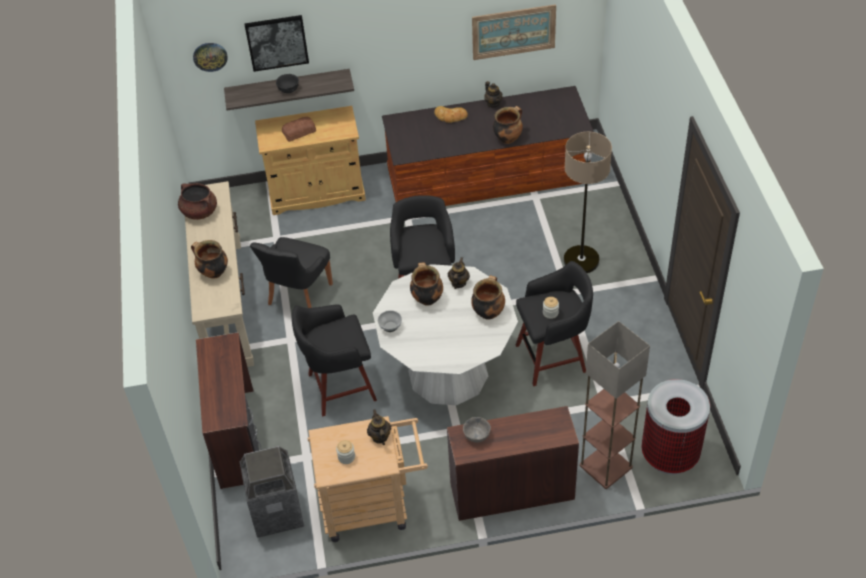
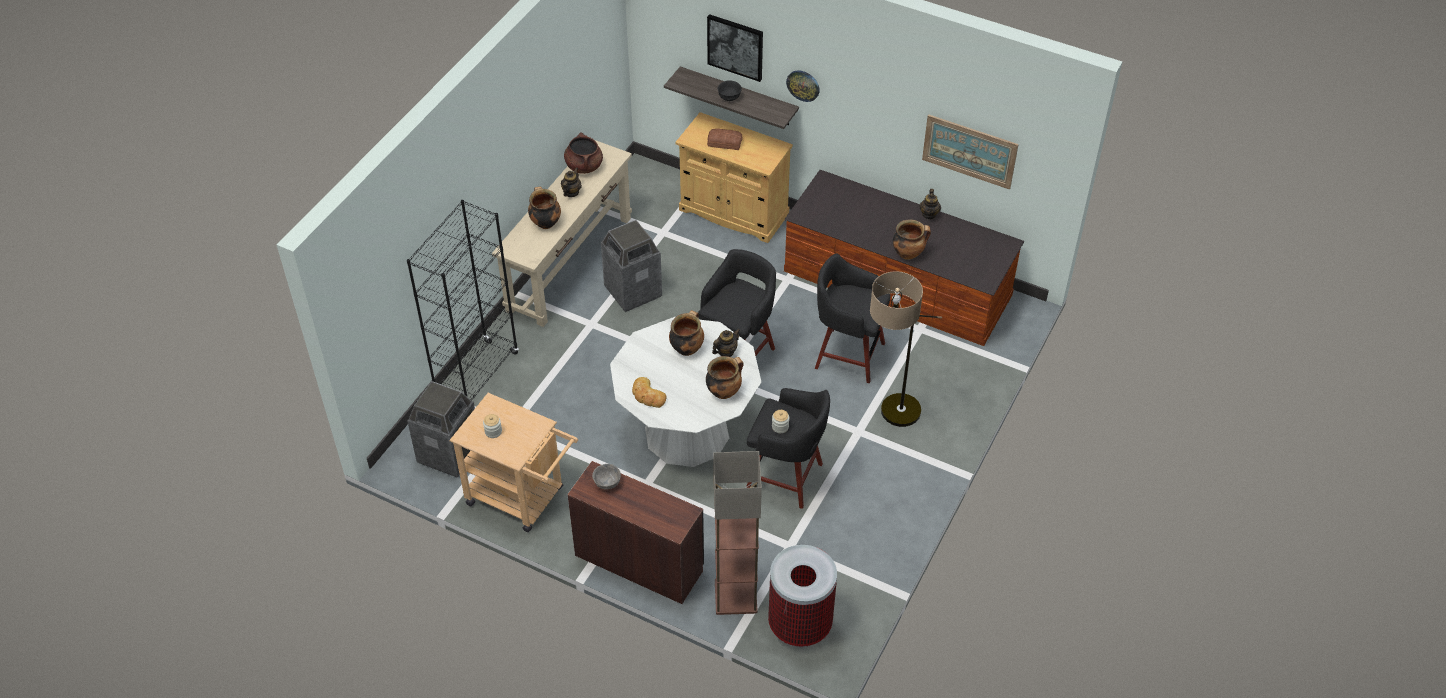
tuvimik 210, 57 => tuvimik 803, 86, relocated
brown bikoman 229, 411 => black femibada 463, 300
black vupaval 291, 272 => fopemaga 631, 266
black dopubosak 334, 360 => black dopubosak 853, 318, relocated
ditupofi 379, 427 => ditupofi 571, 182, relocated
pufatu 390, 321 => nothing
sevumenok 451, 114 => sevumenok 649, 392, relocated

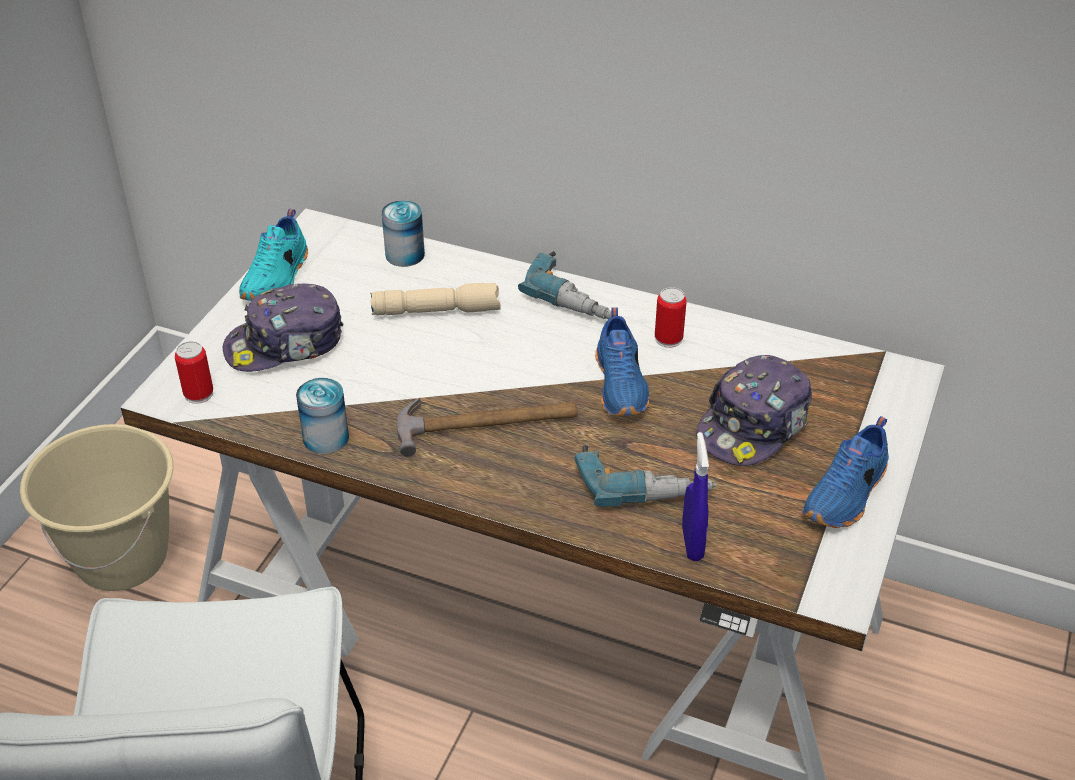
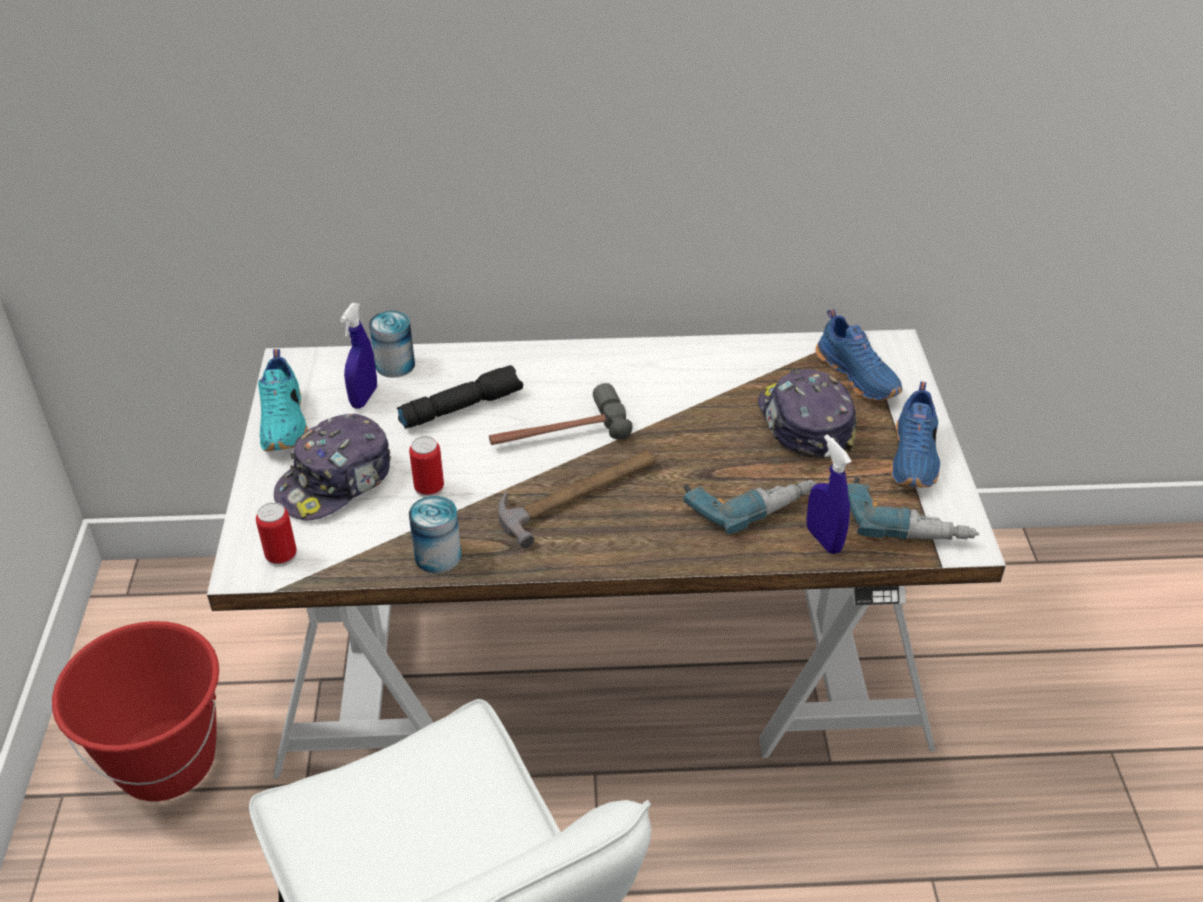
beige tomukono 97, 507 => red tomukono 135, 711
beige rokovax 435, 299 => black rokovax 460, 397
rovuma 565, 285 => rovuma 913, 508, relocated
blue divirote 622, 362 => blue divirote 859, 355, relocated
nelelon 671, 317 => nelelon 426, 466, relocated
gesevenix 754, 410 => gesevenix 807, 413, 150 degrees clockwise
nothing => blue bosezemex 358, 356
nothing => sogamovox 561, 414

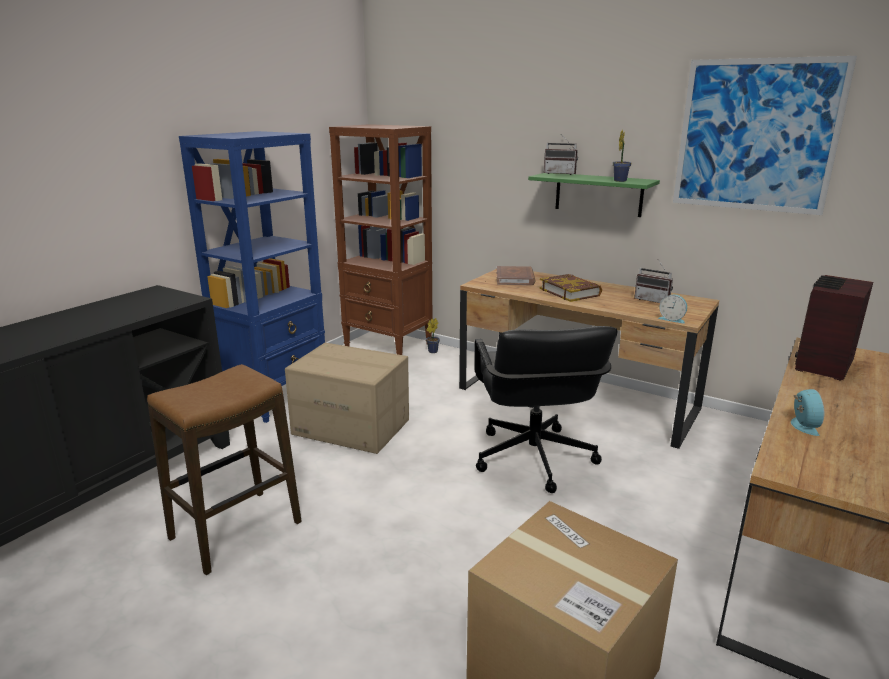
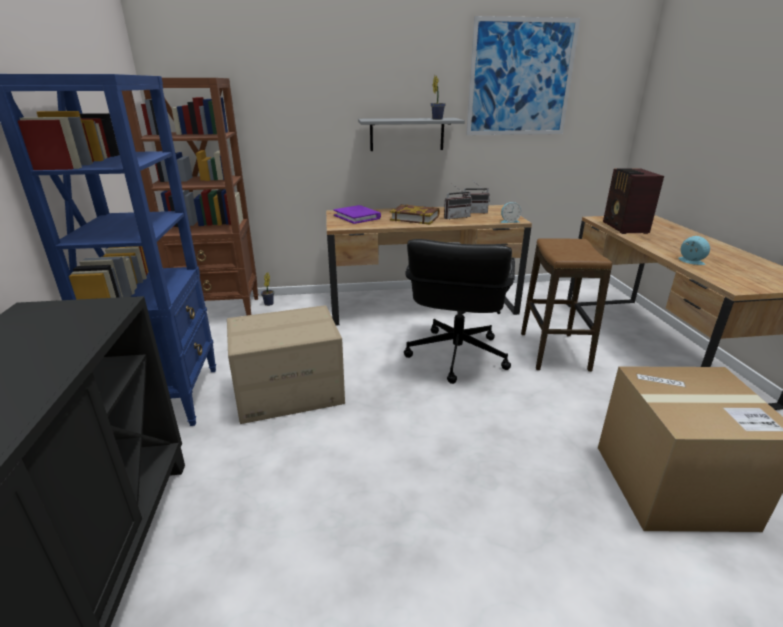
dopubosak 224, 469 => dopubosak 566, 305, relocated
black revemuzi 545, 409 => black revemuzi 459, 311, 60 degrees clockwise
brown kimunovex 516, 275 => purple kimunovex 357, 214
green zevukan 594, 195 => grey zevukan 411, 134
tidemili 561, 156 => tidemili 458, 202, relocated

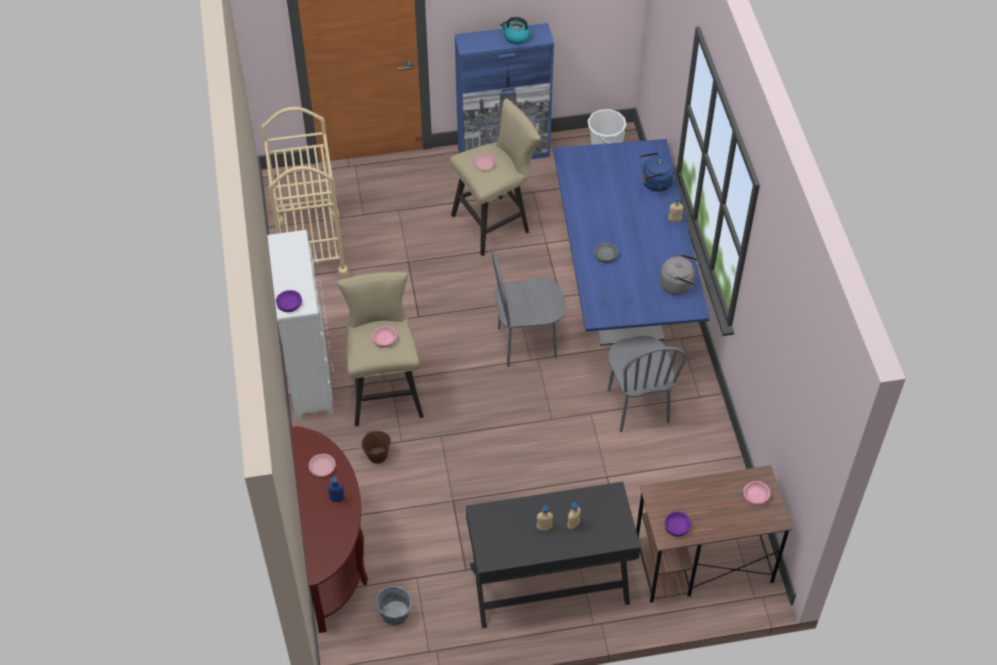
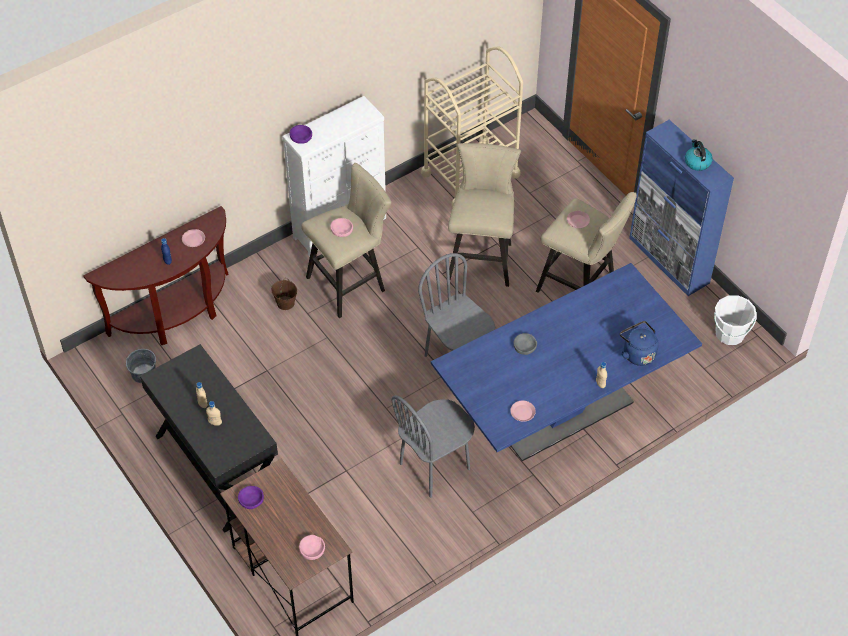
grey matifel 679, 274 => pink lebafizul 523, 411
nothing => beige dopubosak 484, 215

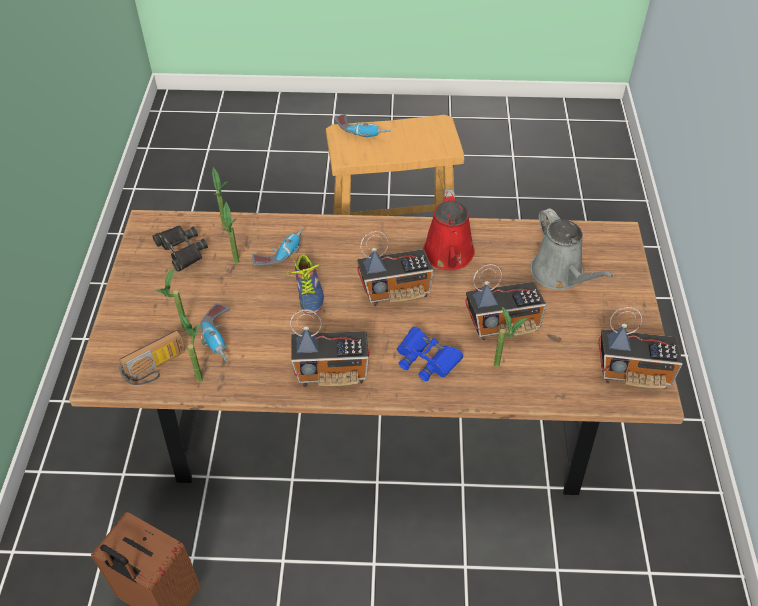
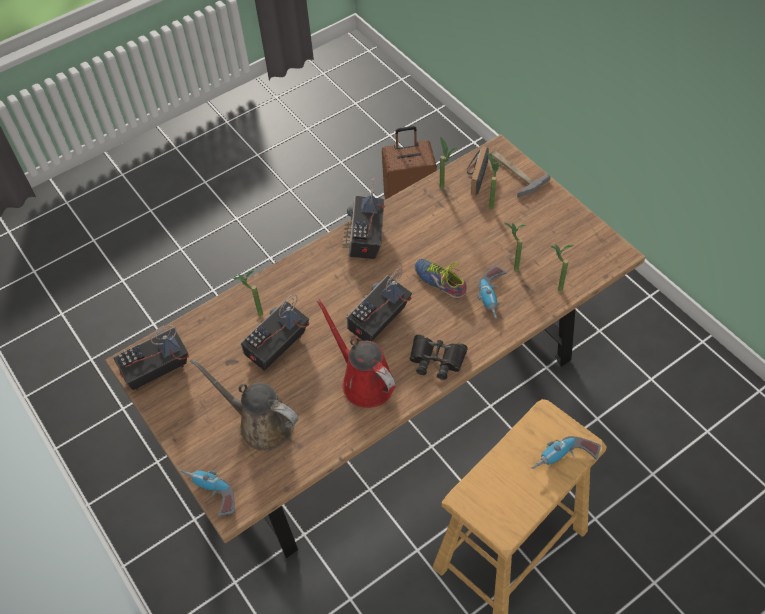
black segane 180, 249 => black segane 438, 357, relocated
rovuma 215, 332 => rovuma 207, 493, relocated
tidemili 330, 348 => tidemili 364, 218, 45 degrees counterclockwise
blue segane 430, 354 => nothing
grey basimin 571, 249 => brown basimin 244, 404
nothing => sogamovox 520, 174

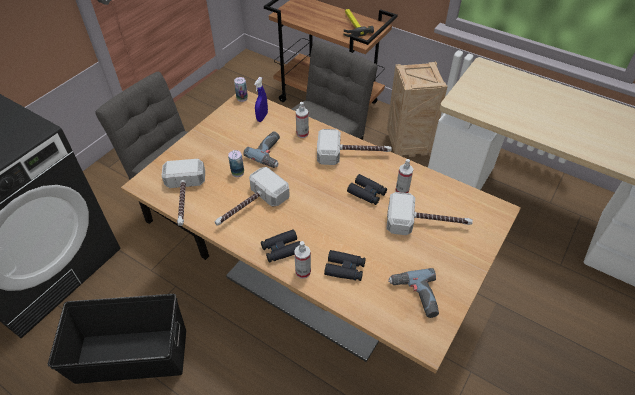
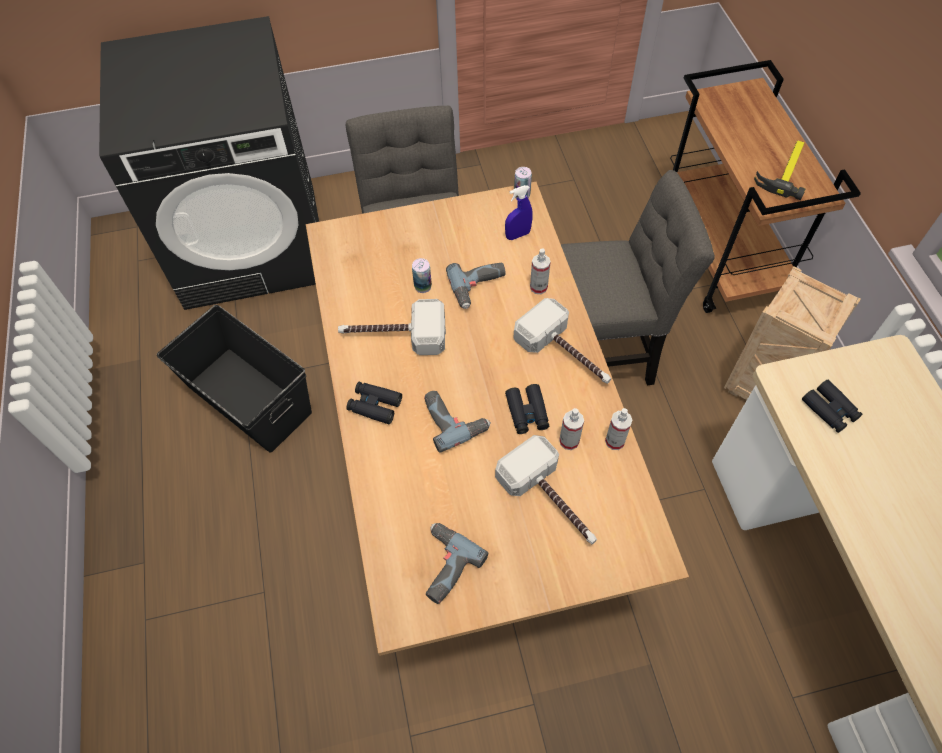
sogamovox 183, 192 => nothing
bosezemex 302, 260 => bosezemex 618, 429, relocated
black segane 345, 265 => black segane 832, 406, relocated
nothing => rovuma 457, 421

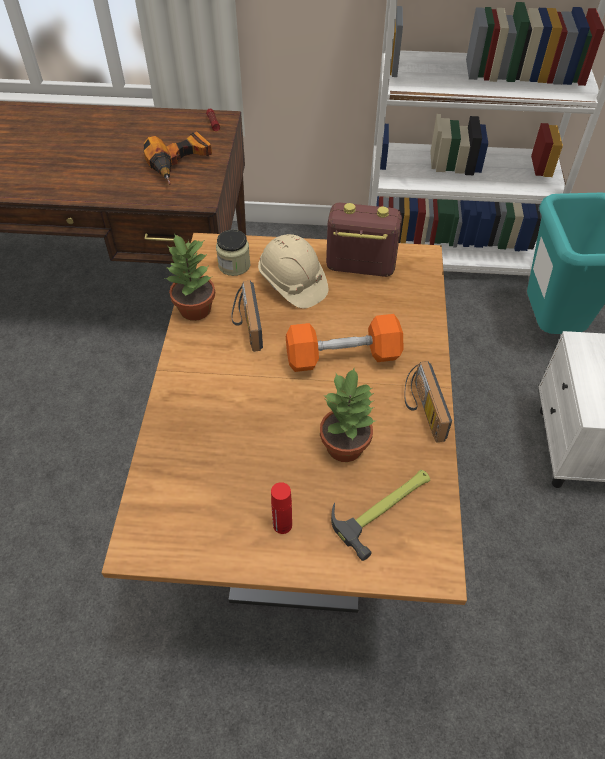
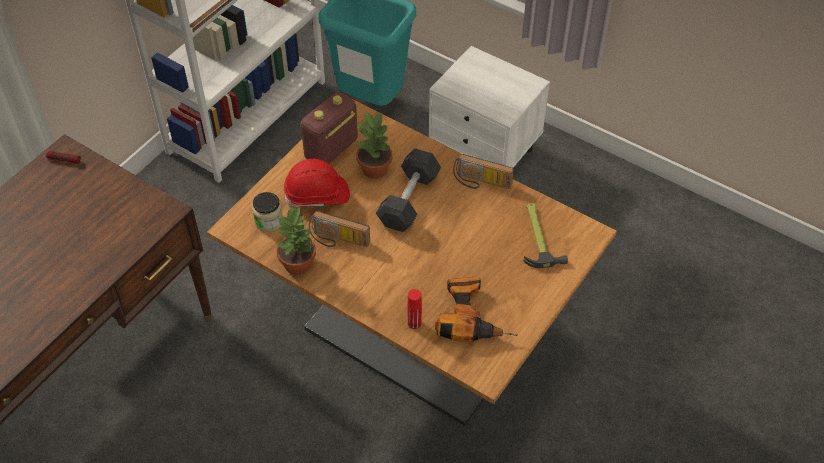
rovuma 177, 157 => rovuma 476, 309, relocated
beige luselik 293, 271 => red luselik 317, 183
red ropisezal 281, 508 => red ropisezal 415, 309, relocated
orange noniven 344, 343 => grey noniven 408, 190
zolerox 347, 415 => zolerox 374, 145, relocated

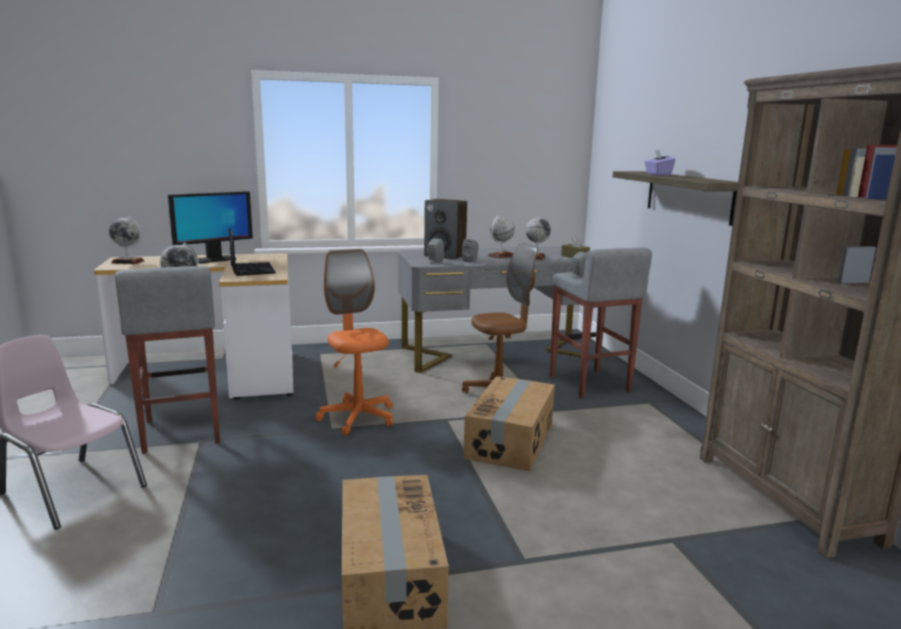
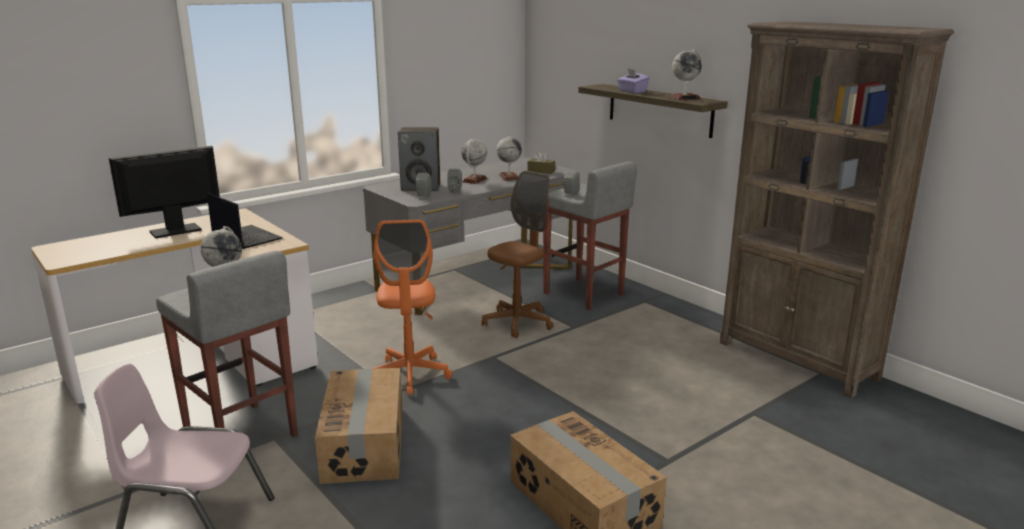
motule 127, 240 => motule 685, 75, relocated
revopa 210, 227 => revopa 164, 192, 150 degrees counterclockwise
orange revemuzi 354, 342 => orange revemuzi 412, 307, 135 degrees counterclockwise
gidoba 509, 423 => gidoba 359, 426, relocated

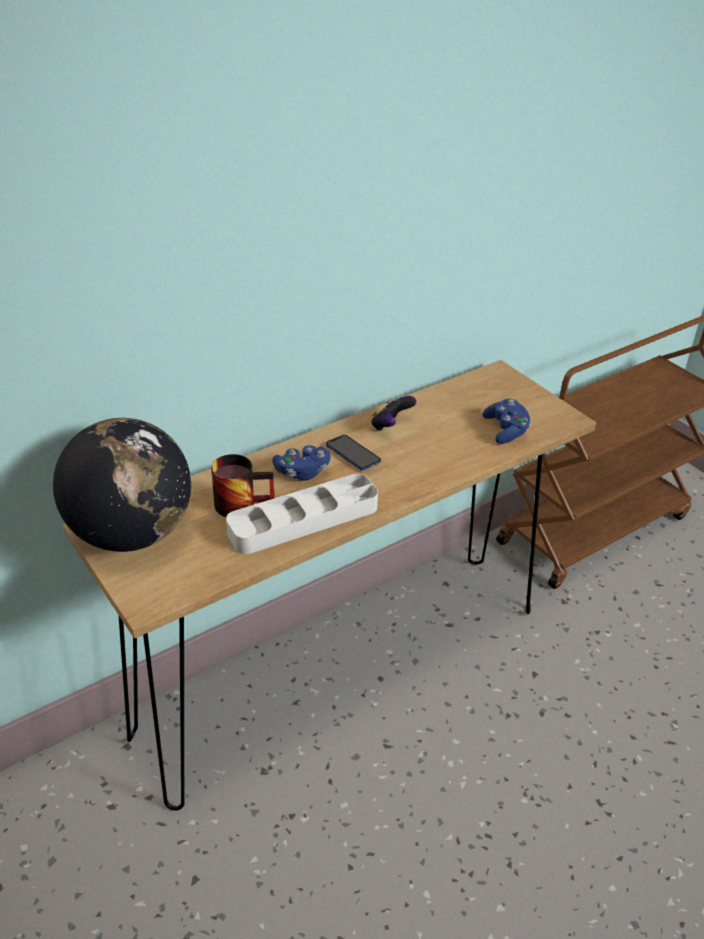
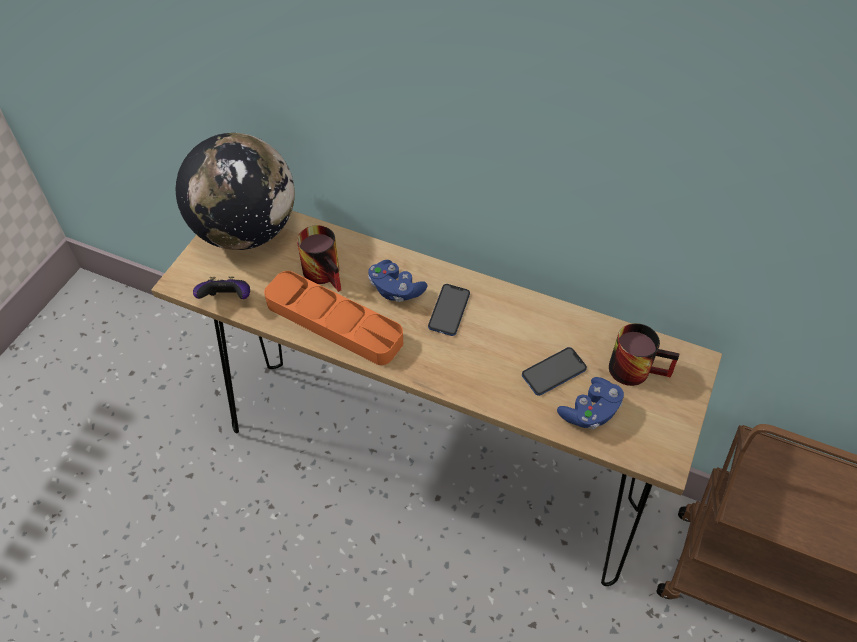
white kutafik 302, 514 => orange kutafik 333, 318
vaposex 394, 413 => vaposex 221, 287, relocated
nothing => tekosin 554, 371
nothing => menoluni 644, 354

